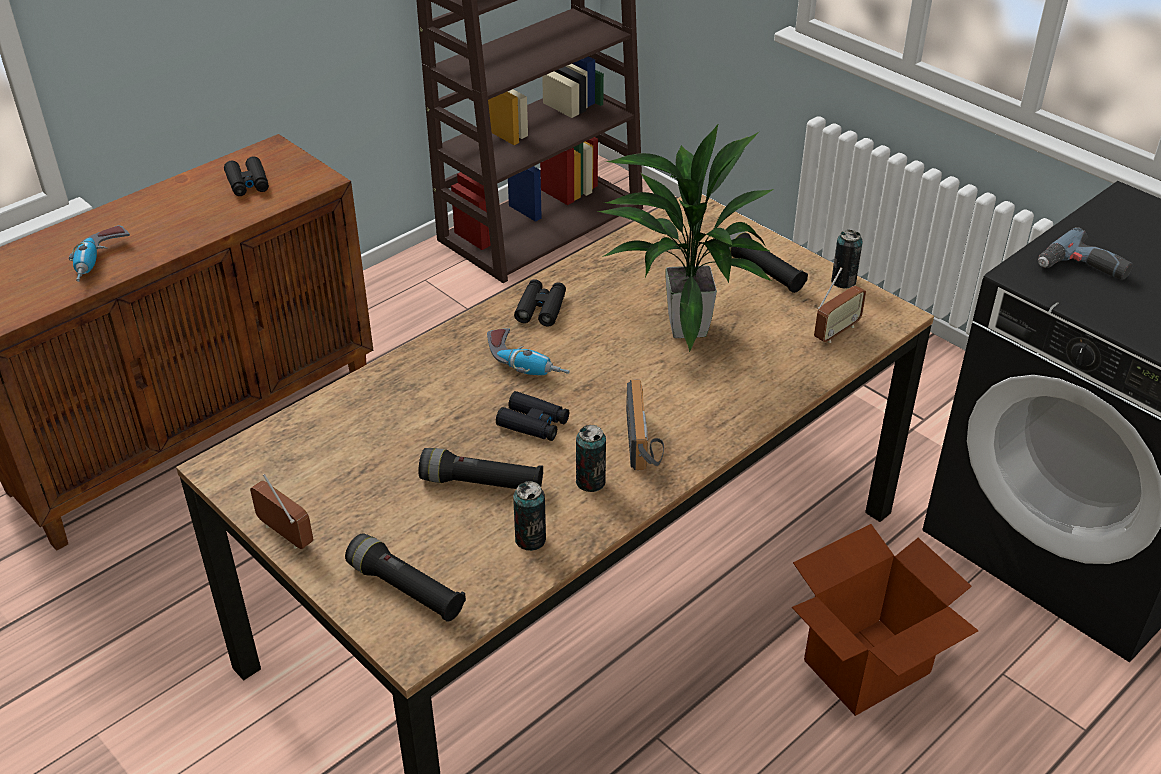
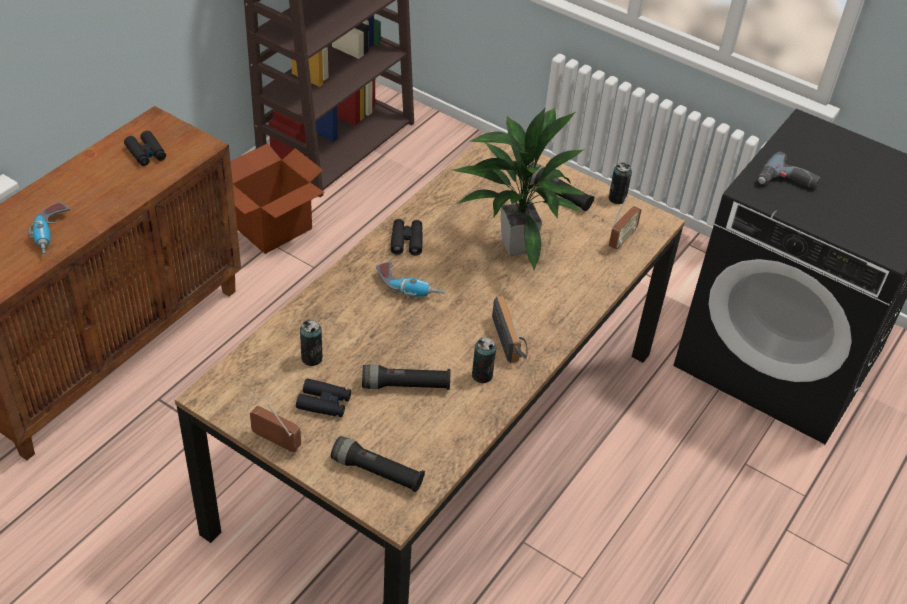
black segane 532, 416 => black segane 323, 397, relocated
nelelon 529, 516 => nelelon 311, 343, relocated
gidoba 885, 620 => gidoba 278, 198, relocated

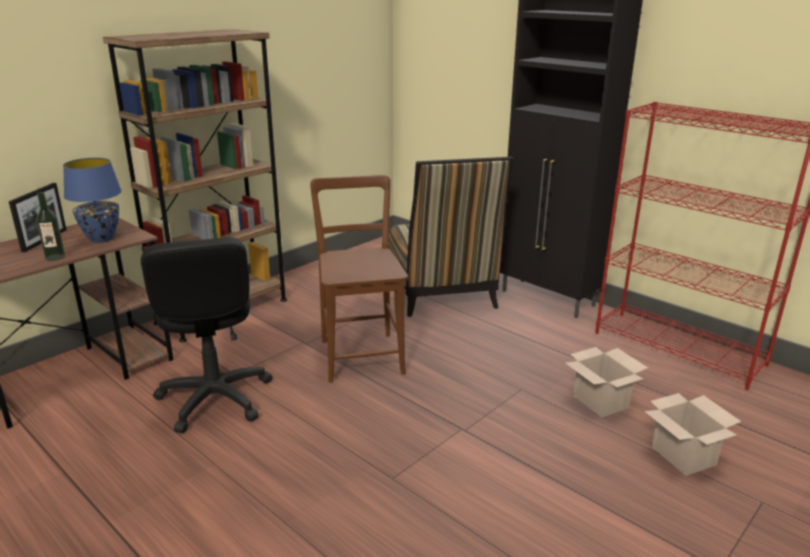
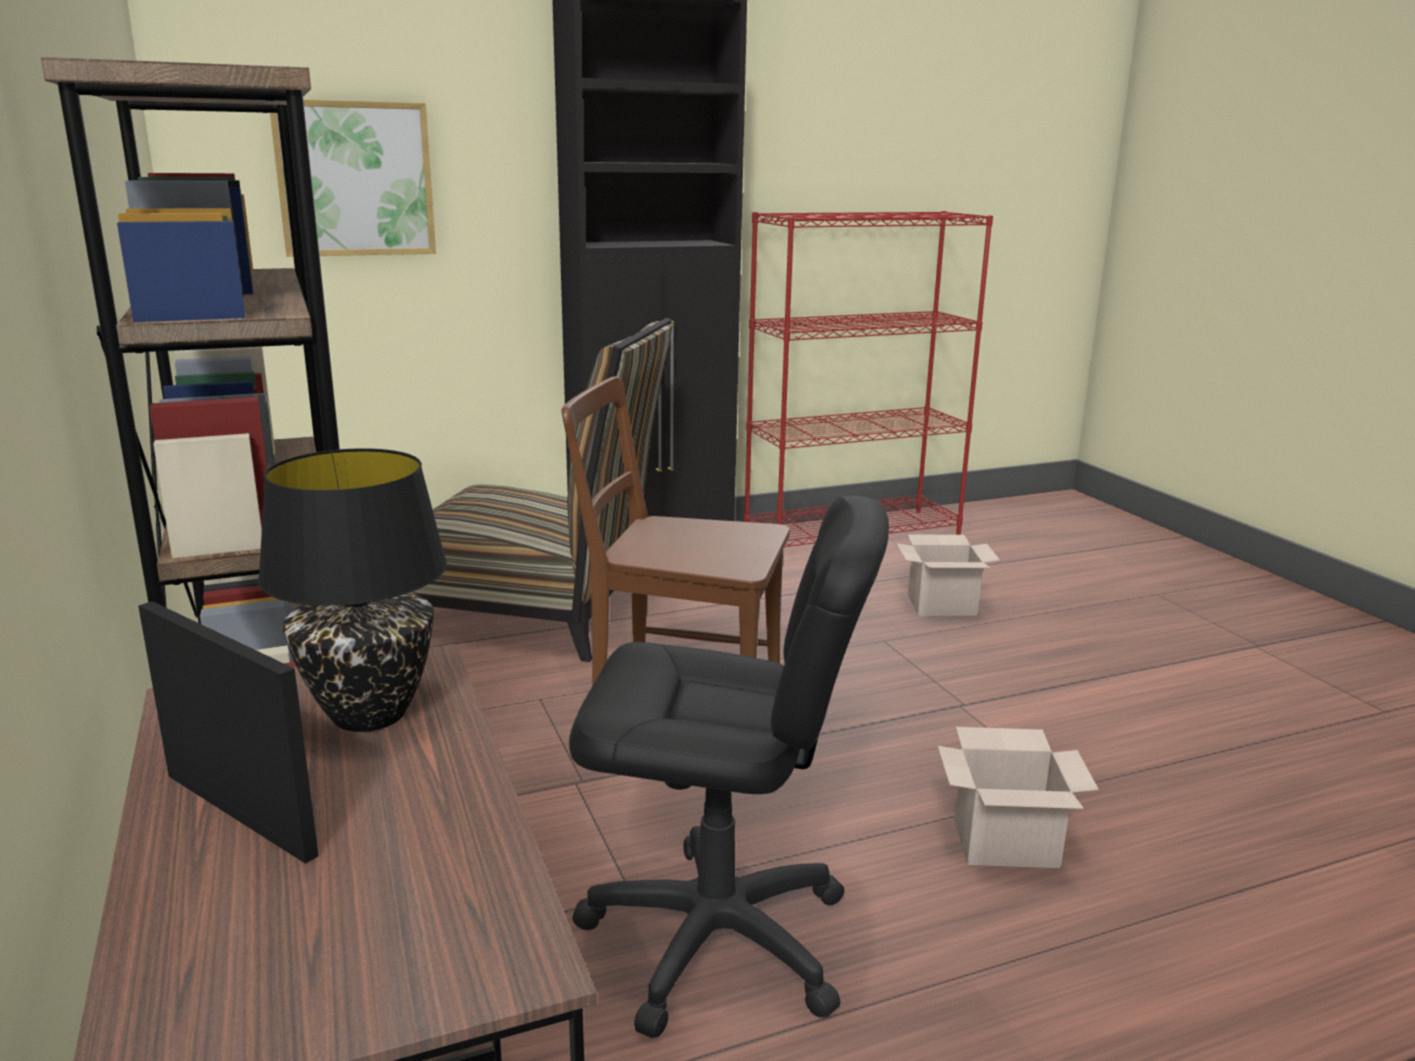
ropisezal 50, 226 => nothing
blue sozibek 92, 200 => black sozibek 352, 590
gidoba 692, 434 => gidoba 1018, 797, relocated
nothing => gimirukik 353, 178

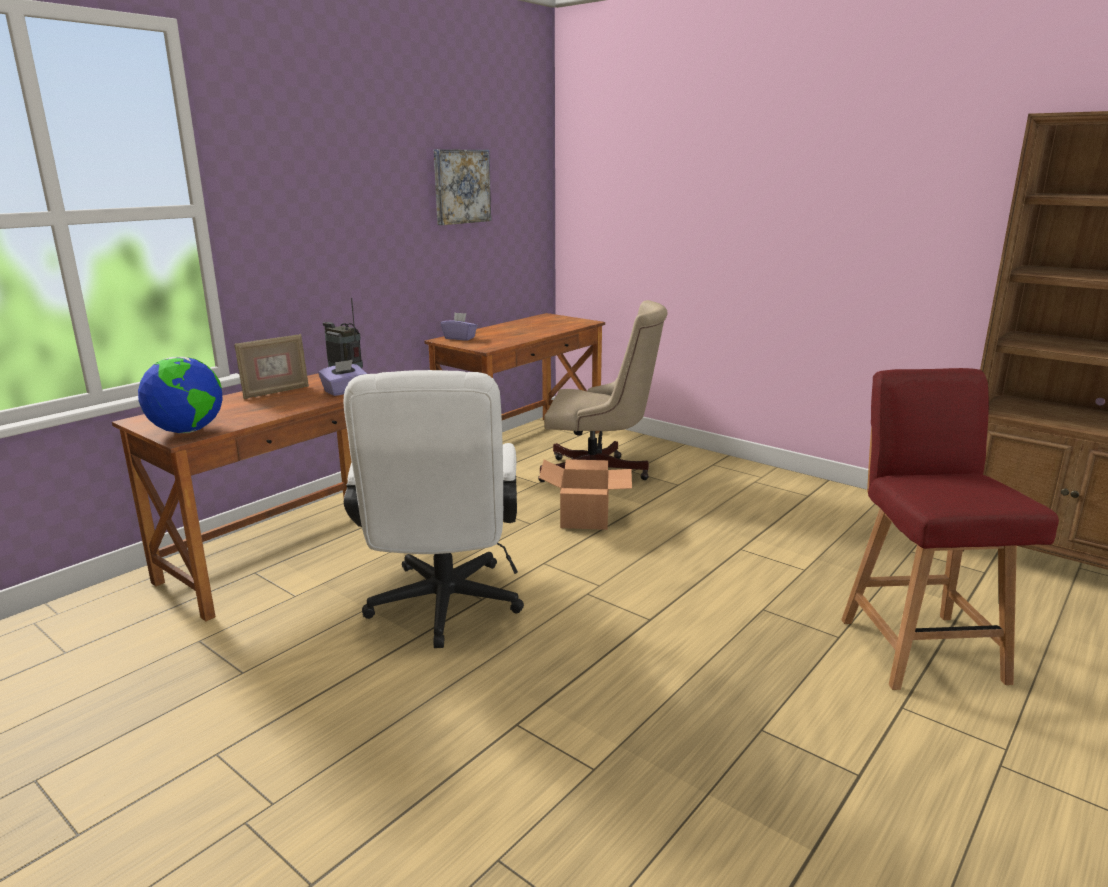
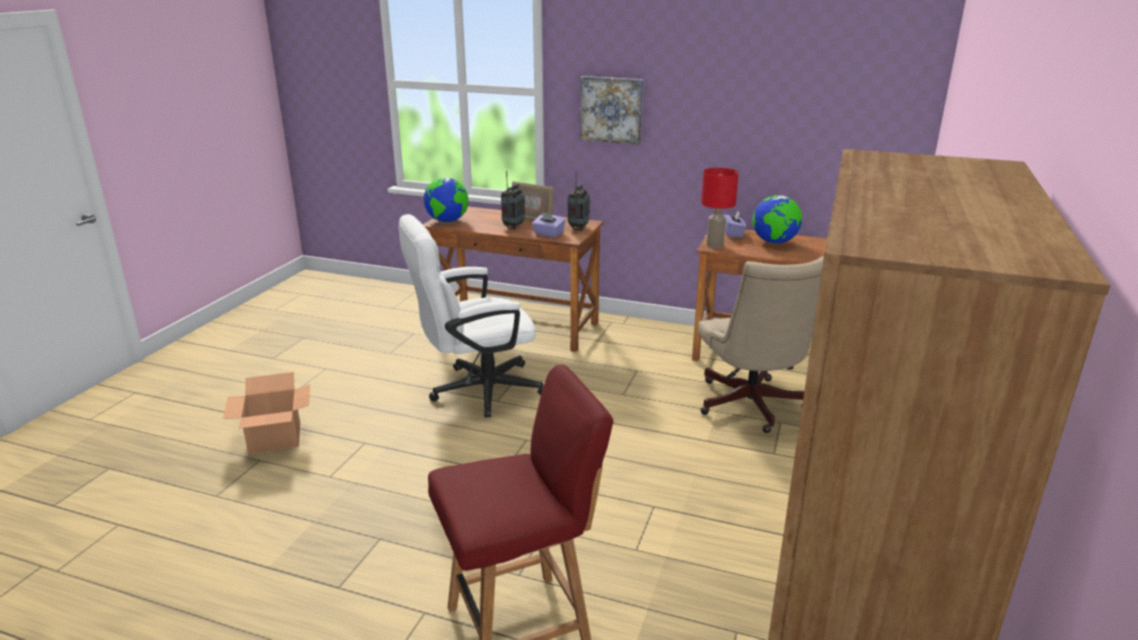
gimirukik 462, 187 => gimirukik 611, 110, relocated
gidoba 585, 494 => gidoba 266, 413, relocated
nothing => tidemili 513, 200
nothing => red sozibek 720, 208
nothing => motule 777, 219

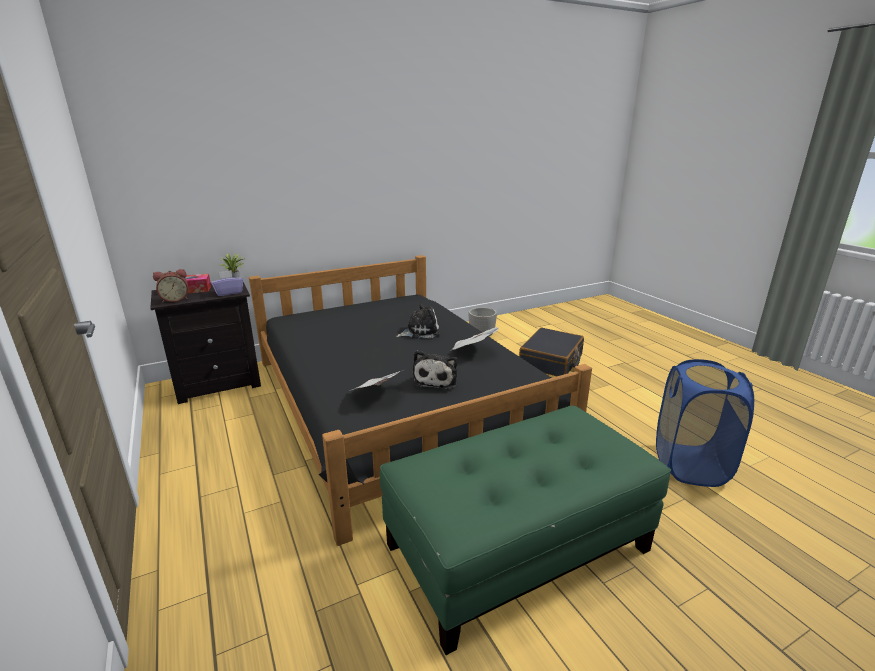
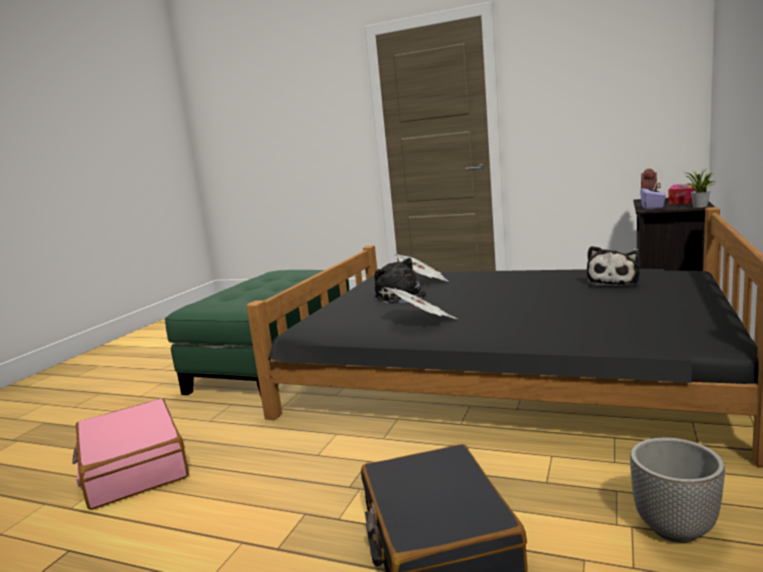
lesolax 418, 321 => lesolax 613, 266, relocated
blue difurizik 705, 423 => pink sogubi 130, 454

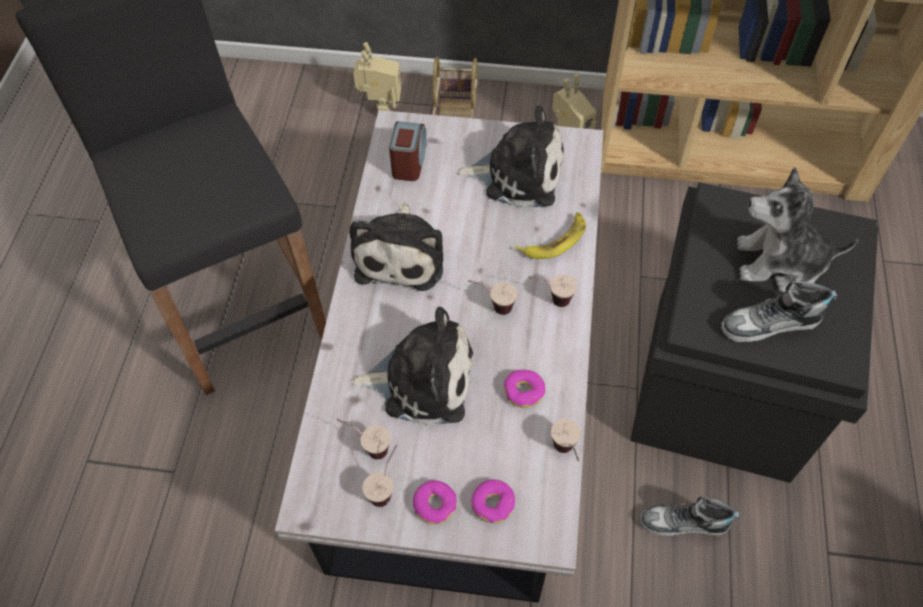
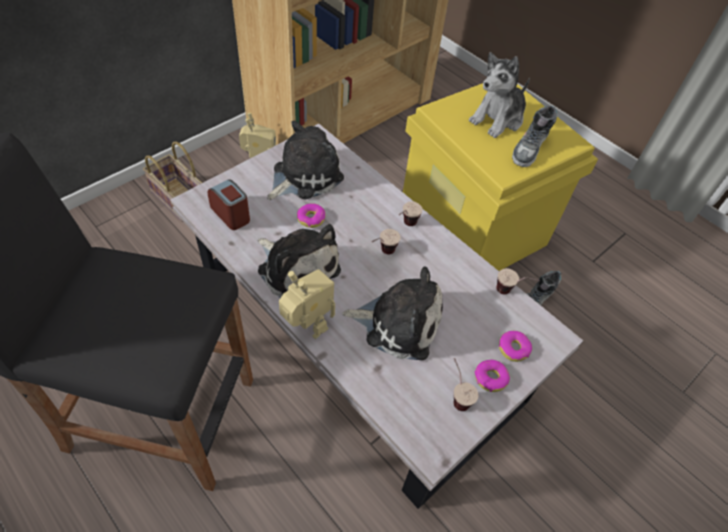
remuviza 363, 439 => nothing
lesolax 411, 366 => lesolax 392, 313, 60 degrees clockwise
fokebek 377, 76 => fokebek 307, 304, relocated
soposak 525, 389 => soposak 311, 215, relocated
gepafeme 550, 235 => nothing
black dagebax 754, 332 => yellow dagebax 500, 177

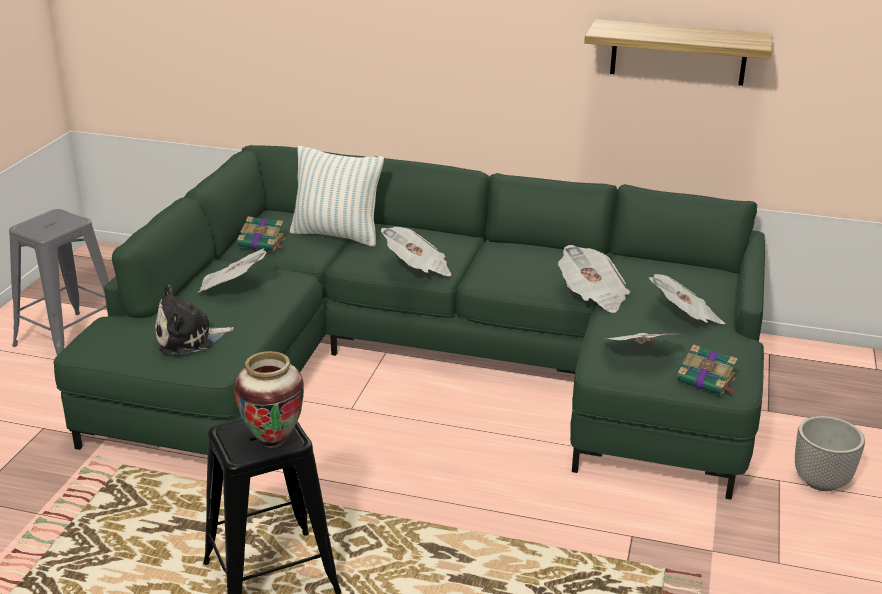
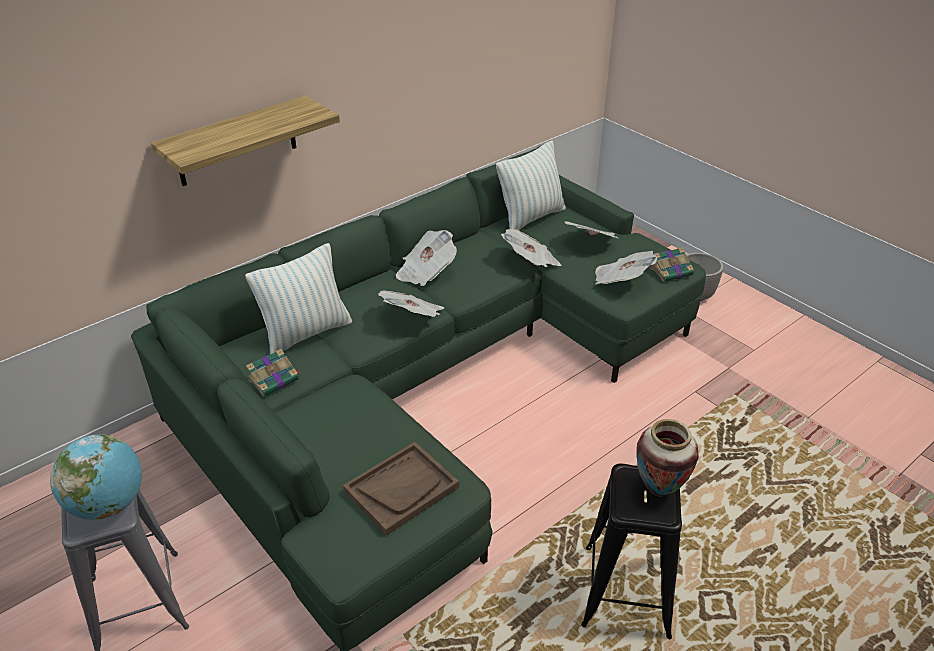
lesolax 194, 320 => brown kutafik 401, 489
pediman 231, 270 => pediman 426, 258, relocated
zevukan 678, 52 => zevukan 245, 141, relocated
nothing => motule 96, 477
nothing => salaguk 531, 185

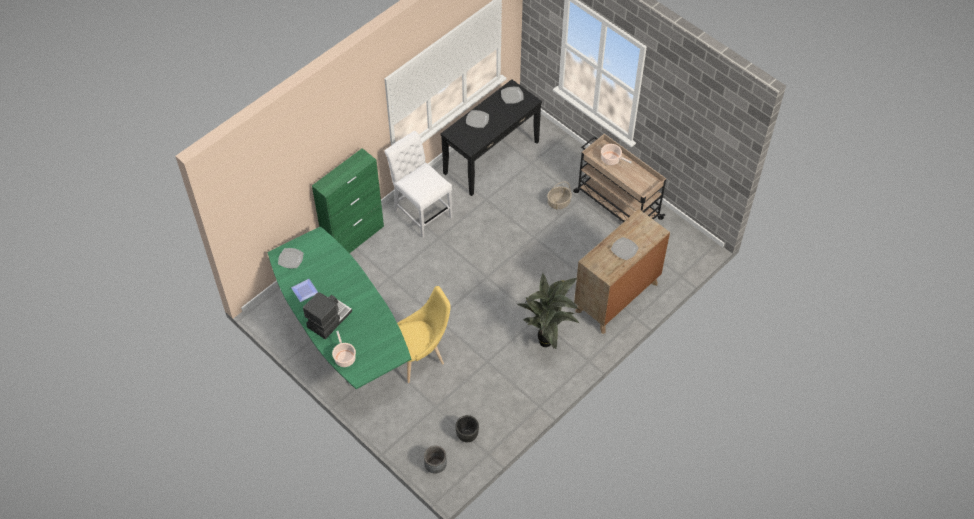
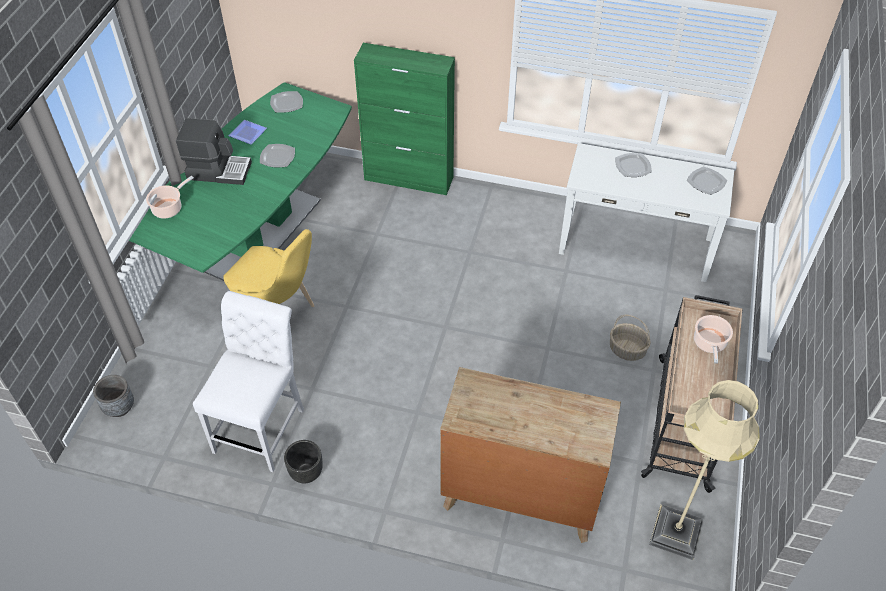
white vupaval 418, 184 => white vupaval 248, 381, relocated
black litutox 491, 137 => white litutox 646, 212
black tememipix 467, 428 => black tememipix 303, 461, relocated
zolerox 548, 311 => nothing
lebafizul 625, 248 => lebafizul 277, 155, relocated
nothing => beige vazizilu 704, 470

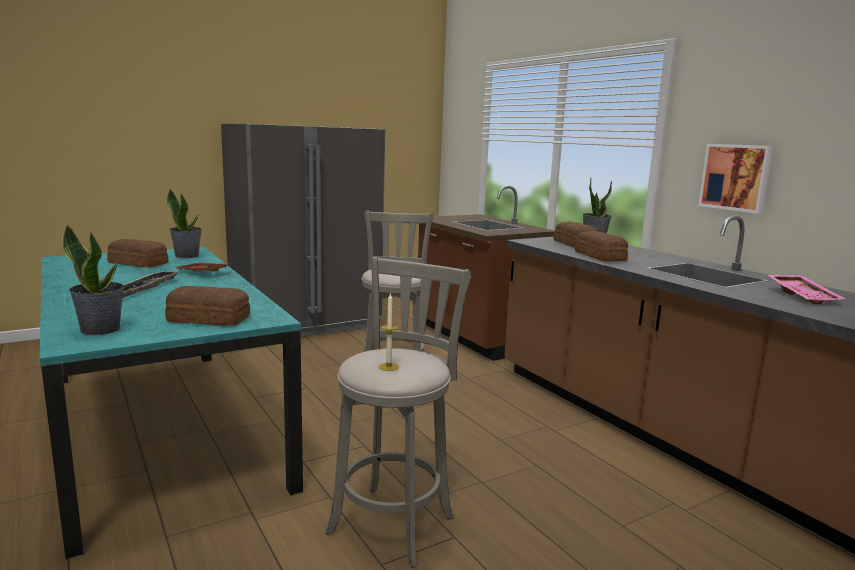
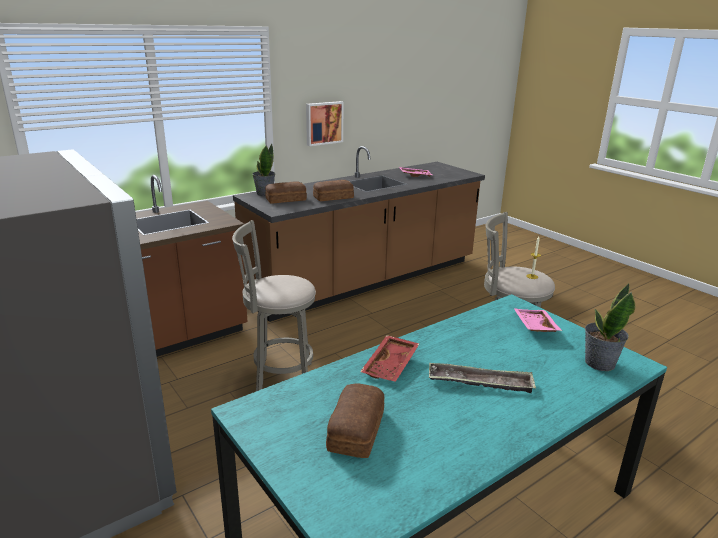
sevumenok 207, 306 => pink kutafik 538, 320
zolerox 184, 223 => nothing

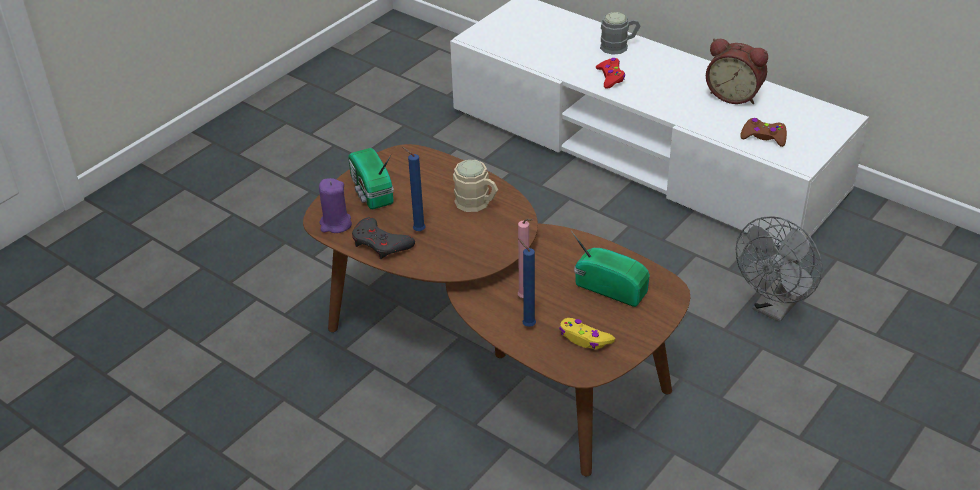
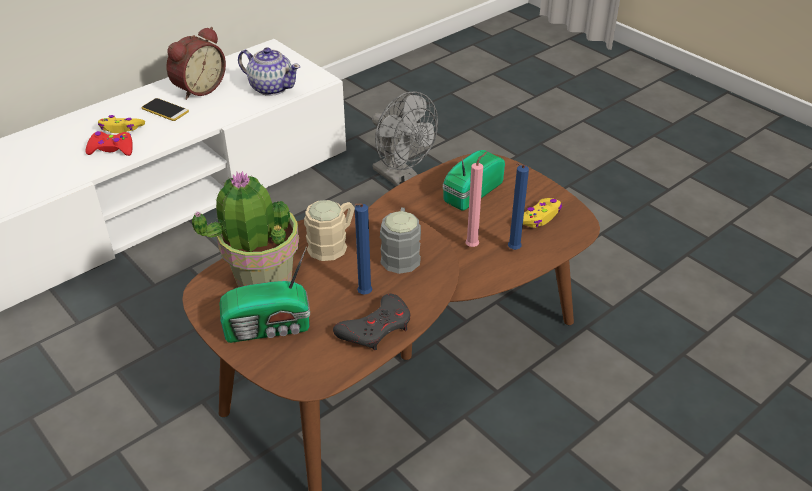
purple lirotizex 335, 205 => nothing
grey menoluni 620, 33 => grey menoluni 400, 241, relocated
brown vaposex 763, 132 => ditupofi 269, 72
nothing => yellow vaposex 121, 124
nothing => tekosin 165, 109
nothing => zolerox 245, 229

